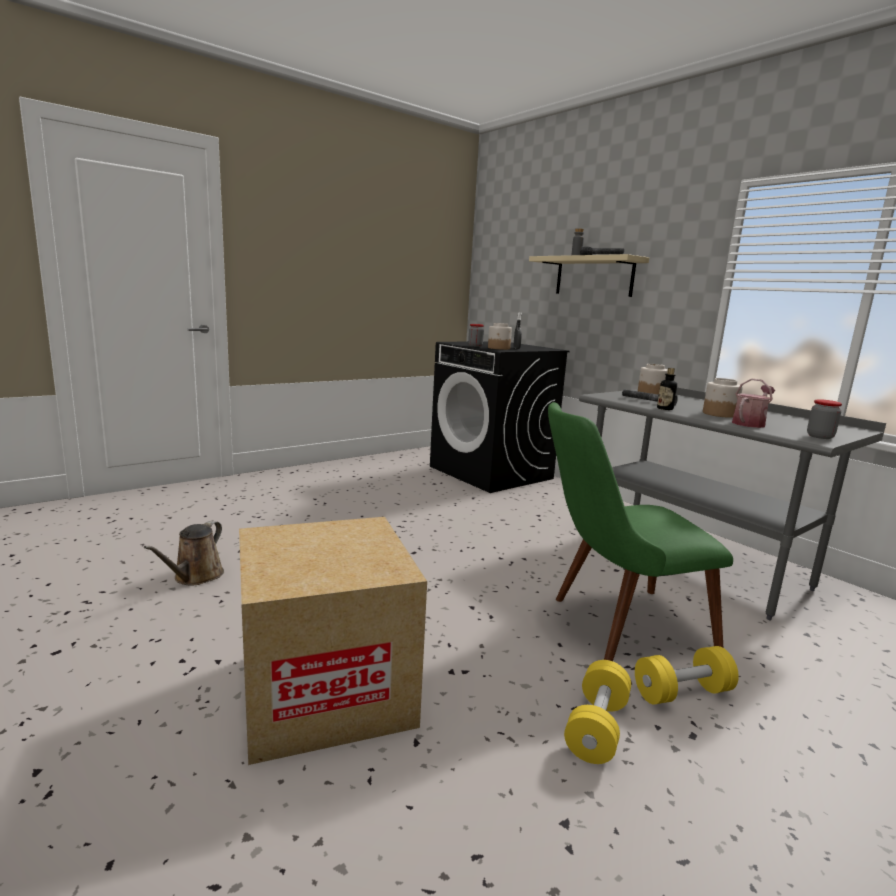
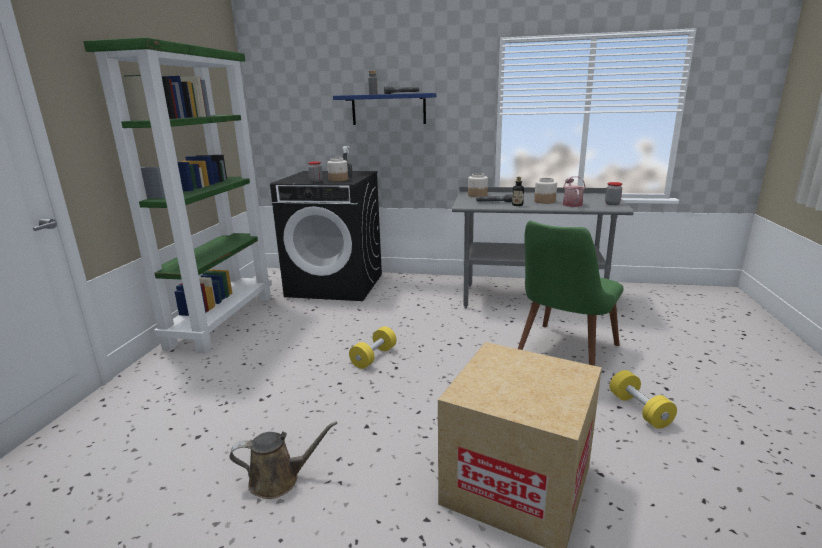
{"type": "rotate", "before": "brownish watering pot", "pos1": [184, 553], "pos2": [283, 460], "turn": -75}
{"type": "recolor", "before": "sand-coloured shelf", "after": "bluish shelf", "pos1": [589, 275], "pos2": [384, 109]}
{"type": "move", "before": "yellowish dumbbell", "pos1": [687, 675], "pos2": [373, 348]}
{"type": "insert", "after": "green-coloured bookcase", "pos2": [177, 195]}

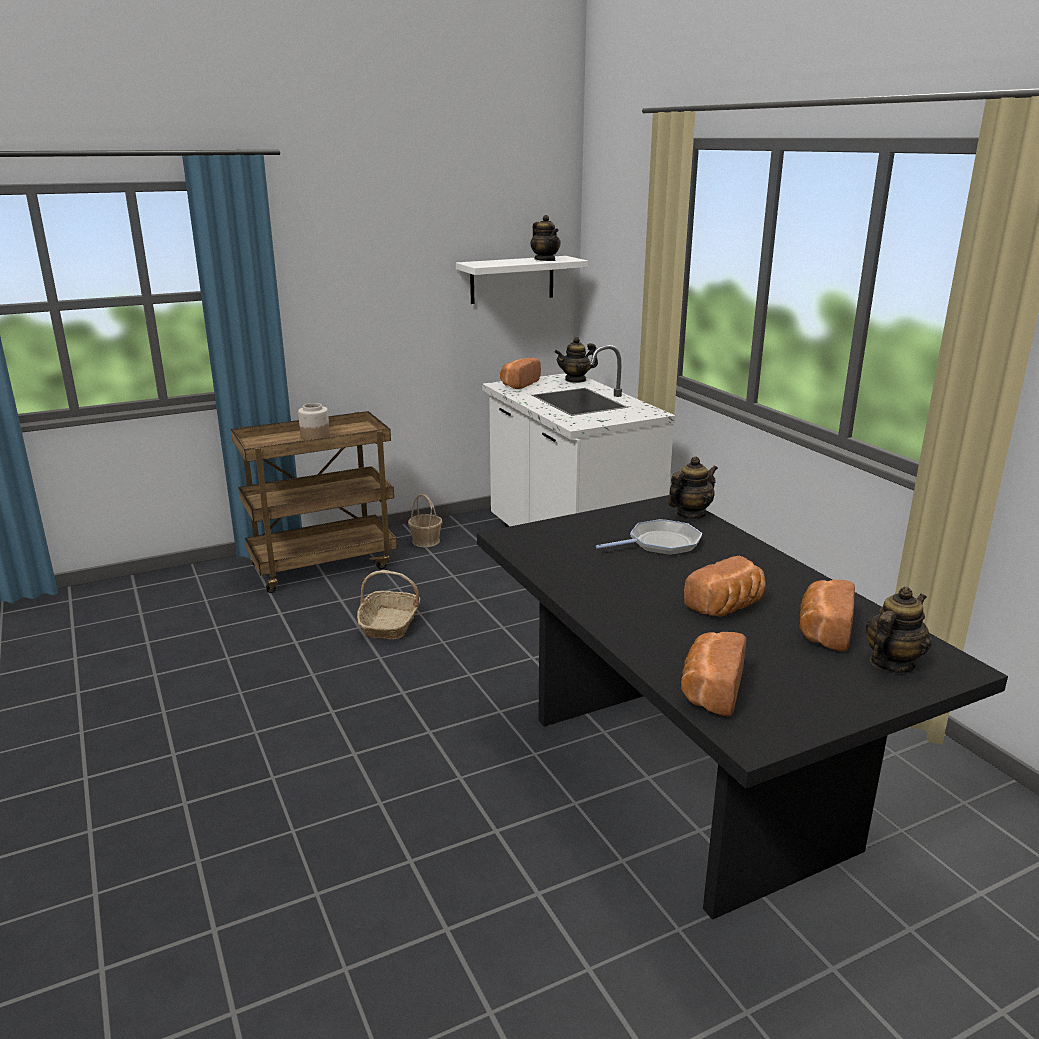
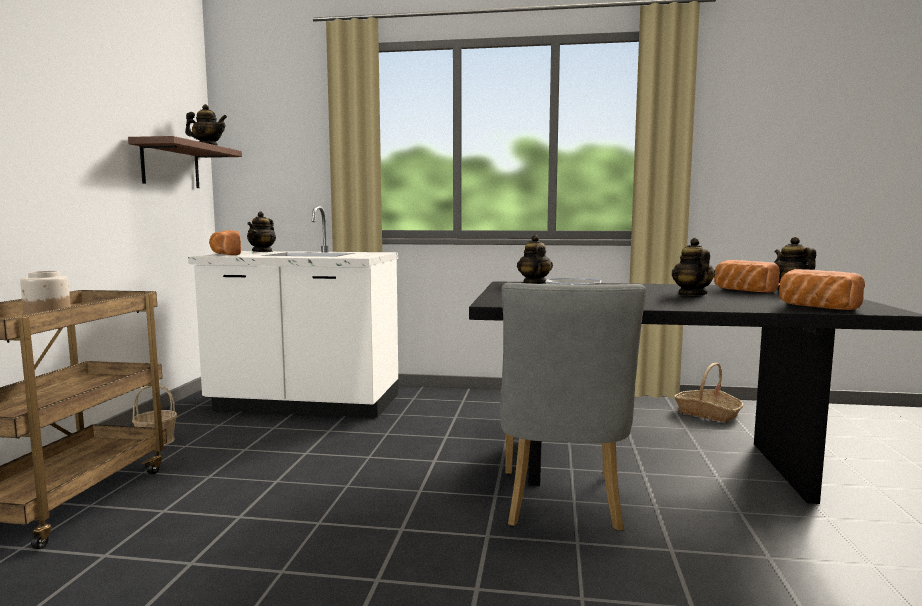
{"type": "move", "before": "household basket", "pos1": [388, 604], "pos2": [709, 392]}
{"type": "recolor", "before": "white shelf", "after": "brownish shelf", "pos1": [522, 280], "pos2": [185, 162]}
{"type": "replace", "before": "bakery bread", "after": "pot for tea", "pos1": [725, 586], "pos2": [693, 267]}
{"type": "insert", "after": "greyish plain chair", "pos2": [573, 407]}

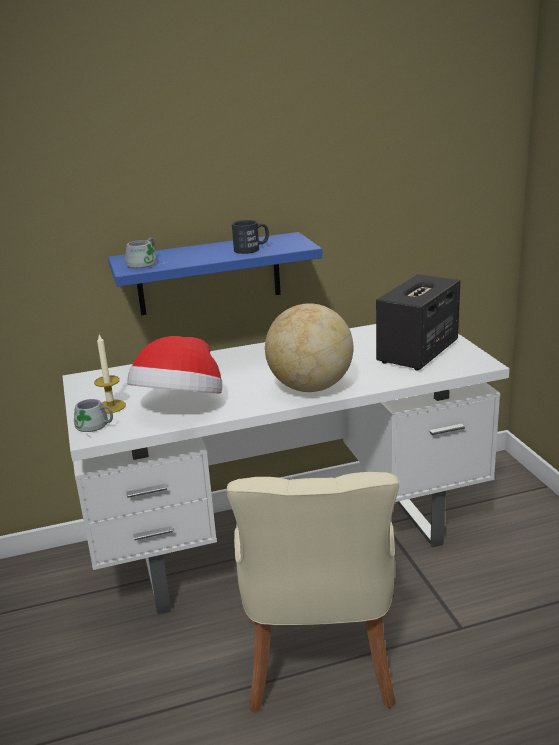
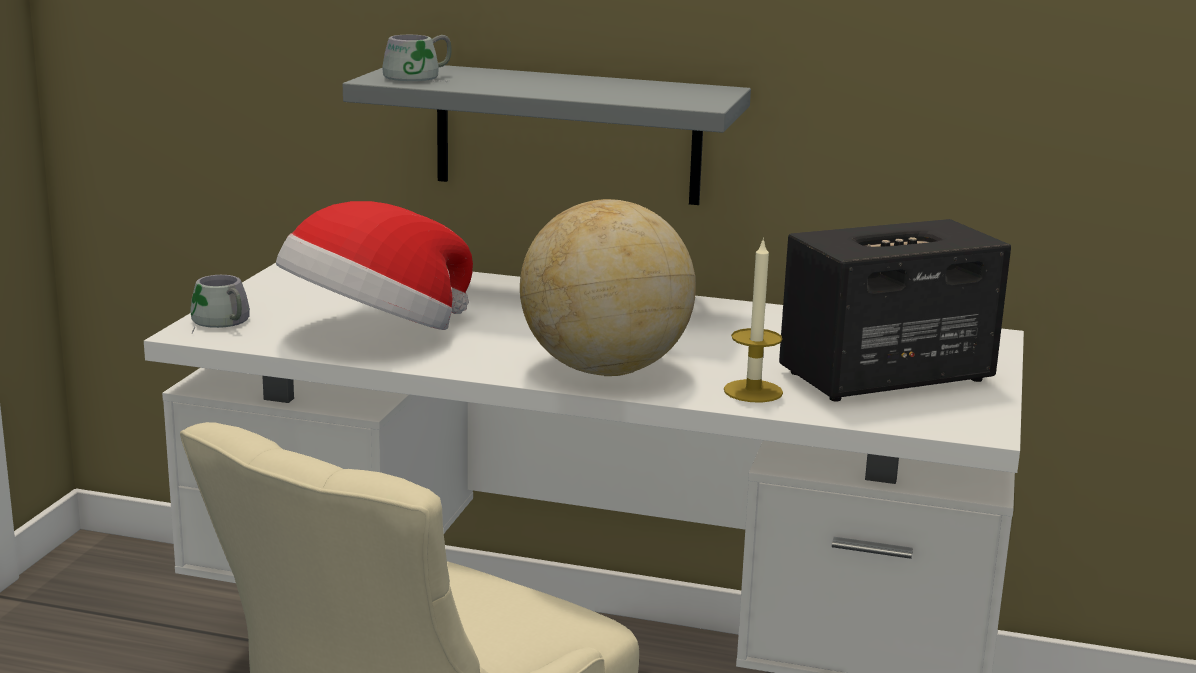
{"type": "move", "before": "wax light", "pos1": [110, 374], "pos2": [753, 319]}
{"type": "recolor", "before": "bluish shelf", "after": "greyish shelf", "pos1": [215, 273], "pos2": [547, 135]}
{"type": "delete", "before": "blackish mug", "pos1": [250, 237]}

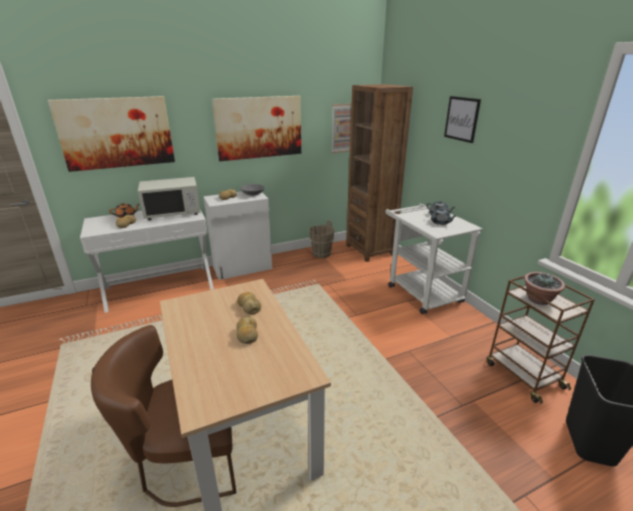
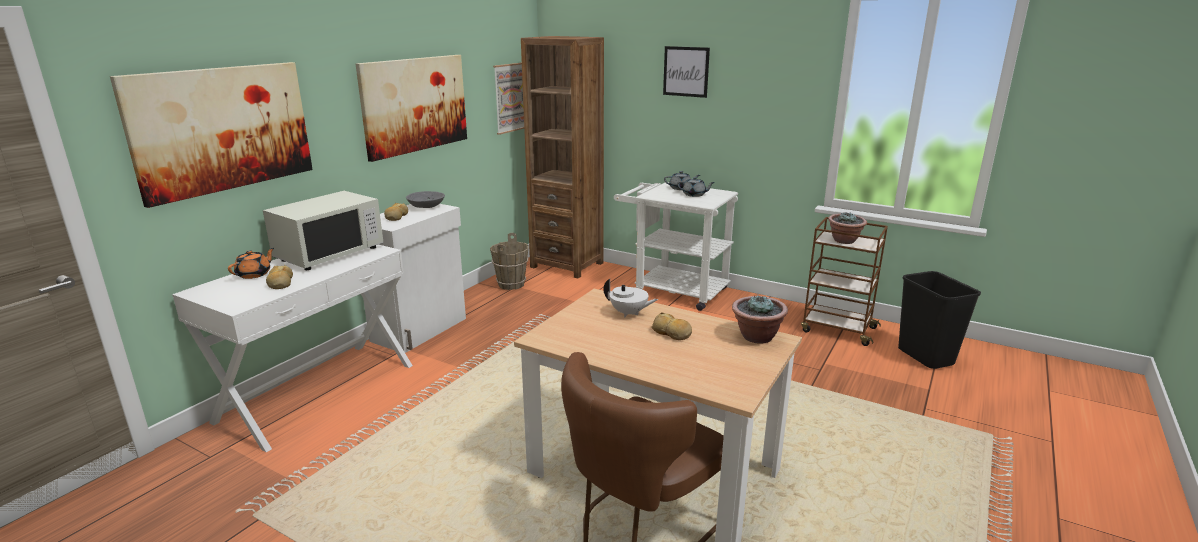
{"type": "replace", "before": "bakery bread", "after": "white pot for tea", "pos1": [249, 303], "pos2": [630, 298]}
{"type": "insert", "after": "potted plant", "pos2": [760, 319]}

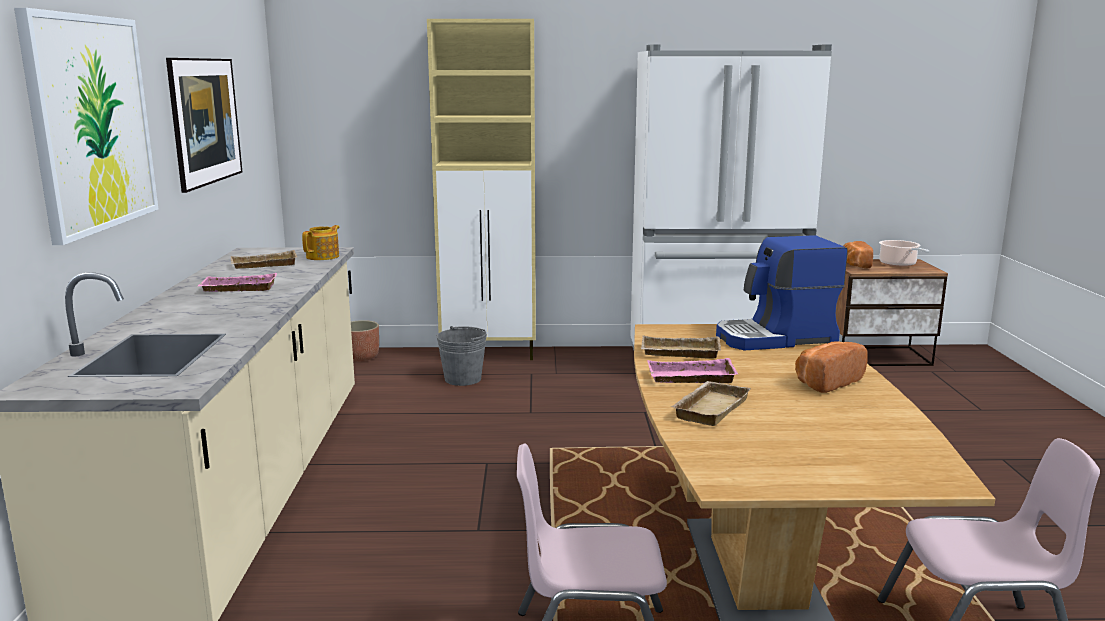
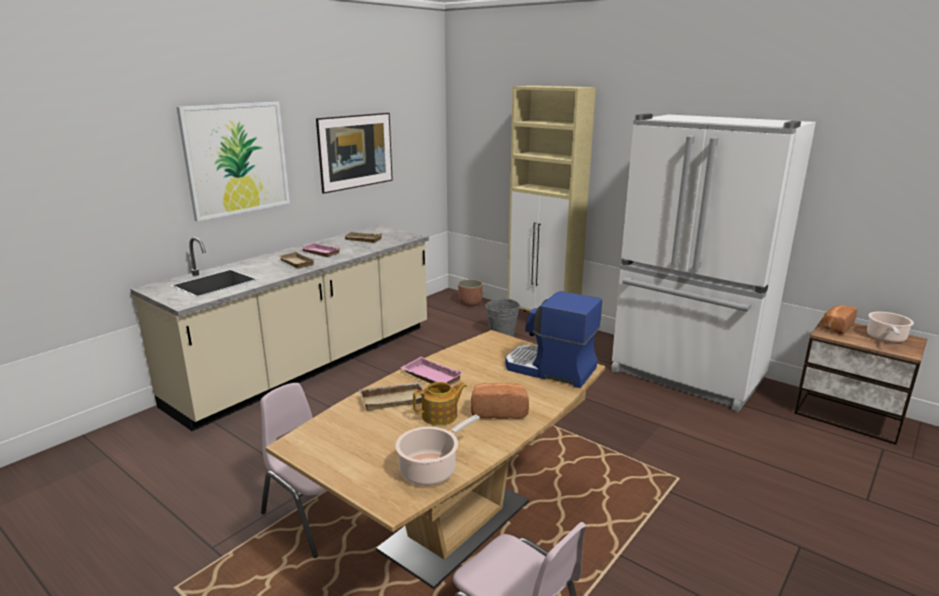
{"type": "move", "before": "pot for tea", "pos1": [320, 242], "pos2": [440, 403]}
{"type": "move", "before": "sand-coloured carrying tray", "pos1": [681, 347], "pos2": [295, 260]}
{"type": "insert", "after": "saucepot", "pos2": [437, 450]}

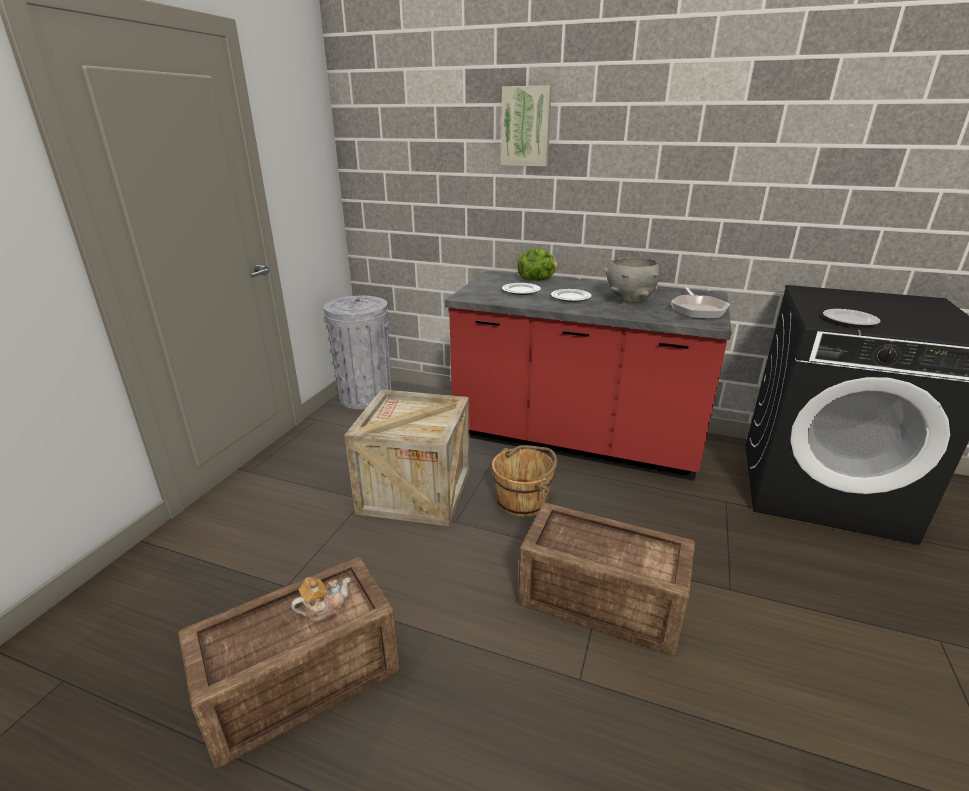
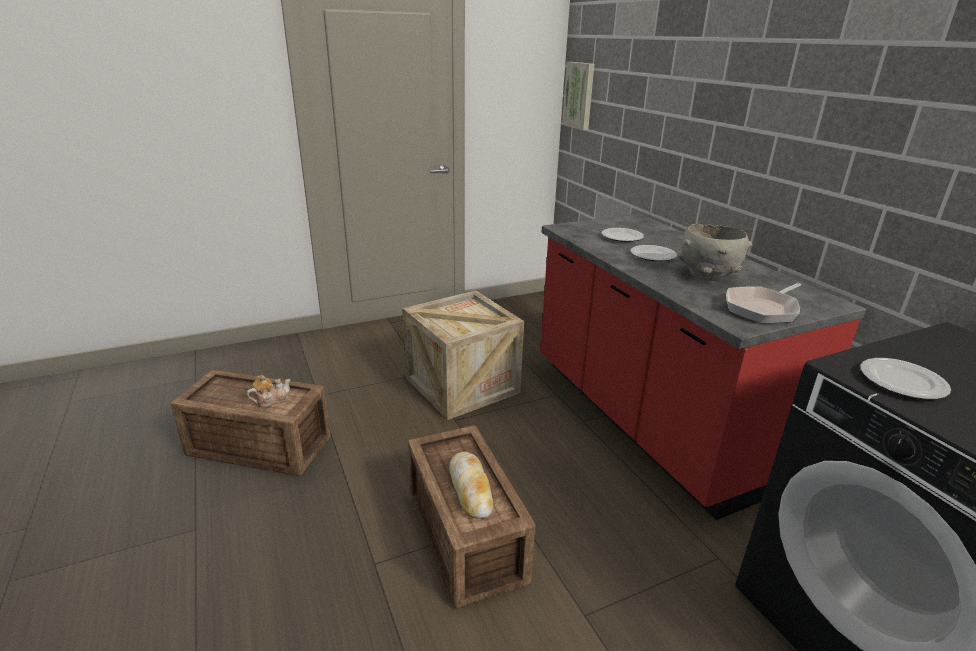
{"type": "rotate", "before": "pot for tea", "pos1": [320, 599], "pos2": [269, 391], "turn": -45}
{"type": "delete", "before": "greyish rubbish bin", "pos1": [357, 352]}
{"type": "delete", "before": "brownish water bucket", "pos1": [525, 481]}
{"type": "move", "before": "wall picture", "pos1": [526, 125], "pos2": [578, 96]}
{"type": "delete", "before": "head of lettuce", "pos1": [537, 264]}
{"type": "insert", "after": "bakery bread", "pos2": [471, 485]}

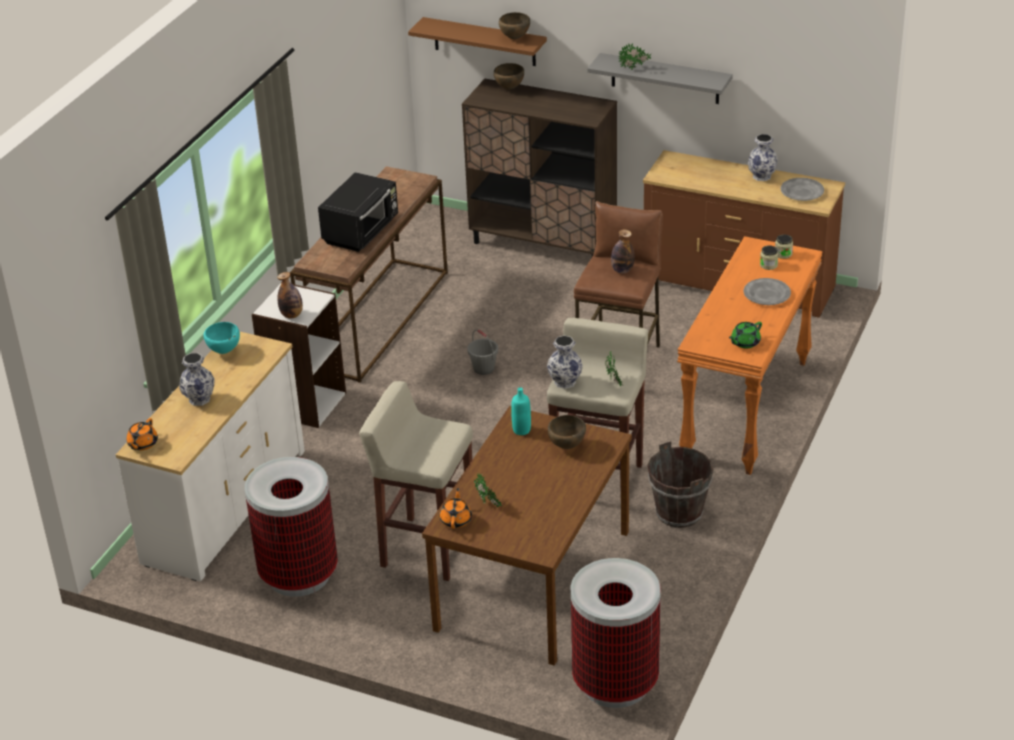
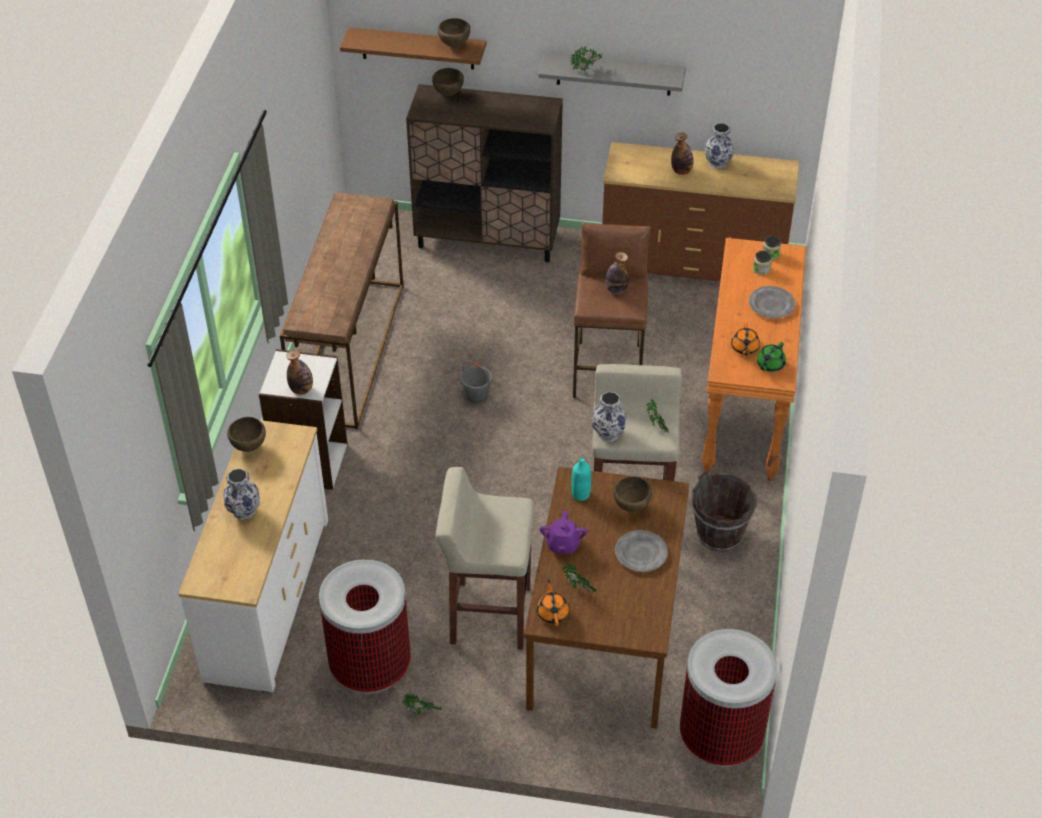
{"type": "move", "before": "orange pot for tea", "pos1": [142, 434], "pos2": [745, 339]}
{"type": "recolor", "before": "turquoise deep dish", "after": "brownish deep dish", "pos1": [222, 338], "pos2": [246, 434]}
{"type": "delete", "before": "blackish microwave", "pos1": [358, 212]}
{"type": "move", "before": "greyish dinner plate", "pos1": [802, 189], "pos2": [641, 551]}
{"type": "insert", "after": "potted plant", "pos2": [422, 704]}
{"type": "insert", "after": "purple-coloured pot for tea", "pos2": [563, 532]}
{"type": "insert", "after": "bottle", "pos2": [682, 154]}

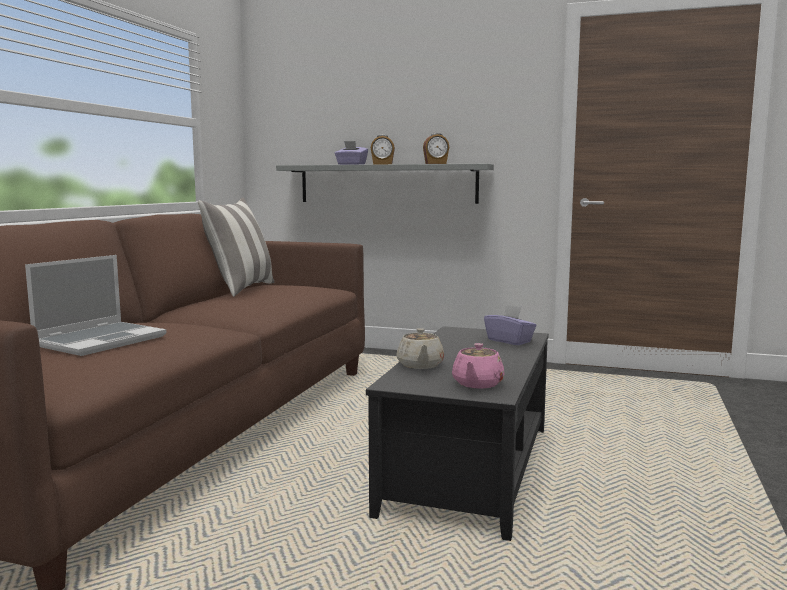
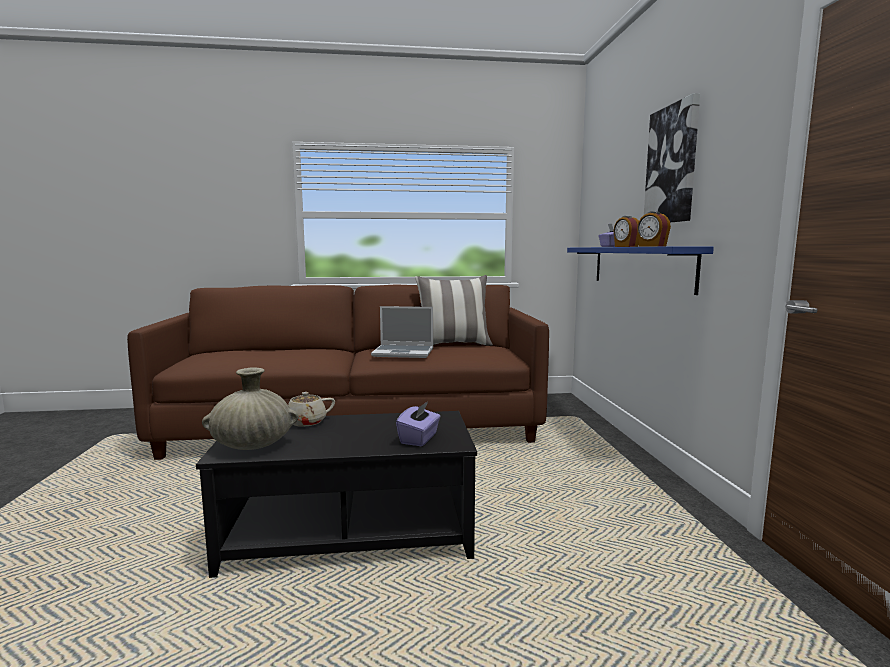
{"type": "move", "before": "portable computer", "pos1": [95, 305], "pos2": [402, 332]}
{"type": "recolor", "before": "greyish shelf", "after": "bluish shelf", "pos1": [385, 184], "pos2": [640, 270]}
{"type": "replace", "before": "pink pot for tea", "after": "sand-coloured decorative vase", "pos1": [478, 366], "pos2": [250, 409]}
{"type": "insert", "after": "wall picture", "pos2": [672, 158]}

